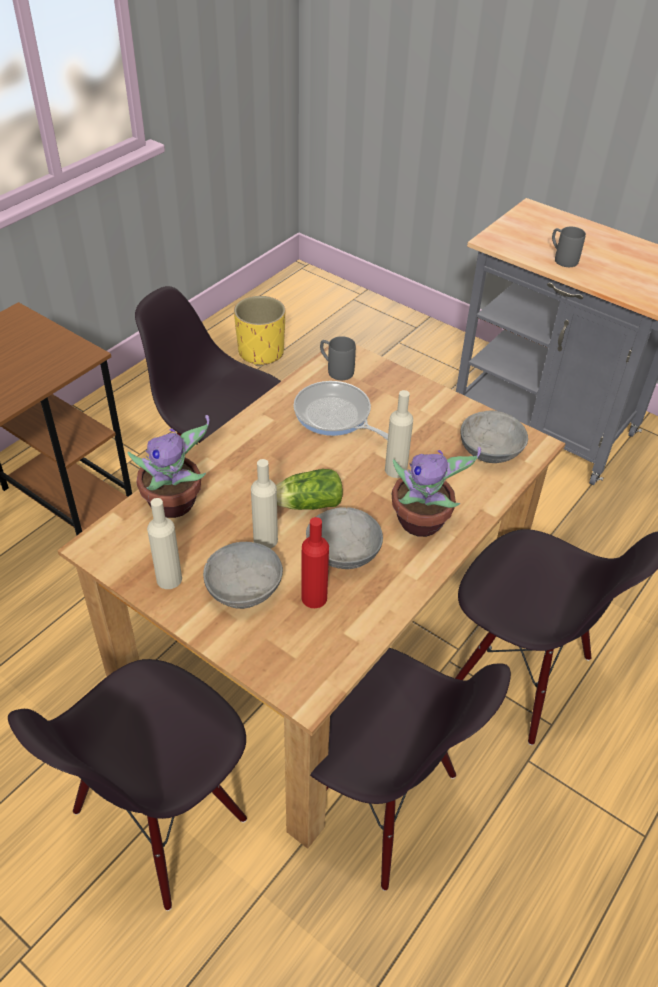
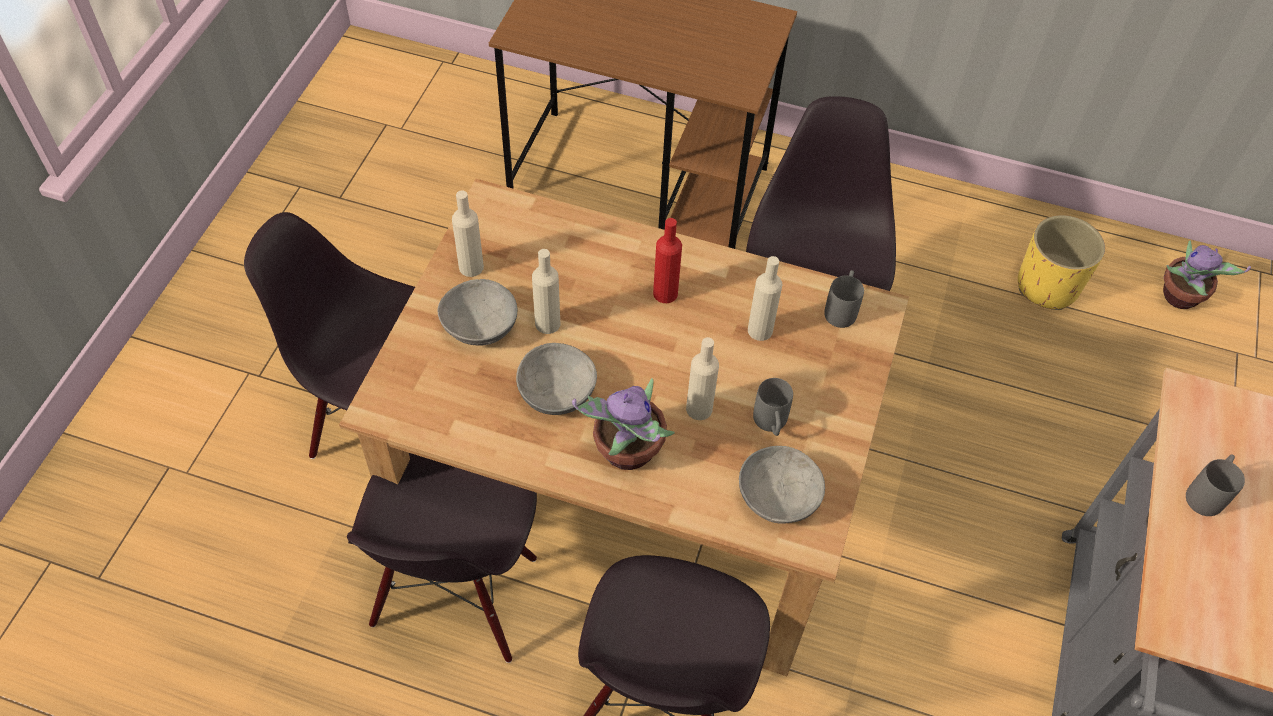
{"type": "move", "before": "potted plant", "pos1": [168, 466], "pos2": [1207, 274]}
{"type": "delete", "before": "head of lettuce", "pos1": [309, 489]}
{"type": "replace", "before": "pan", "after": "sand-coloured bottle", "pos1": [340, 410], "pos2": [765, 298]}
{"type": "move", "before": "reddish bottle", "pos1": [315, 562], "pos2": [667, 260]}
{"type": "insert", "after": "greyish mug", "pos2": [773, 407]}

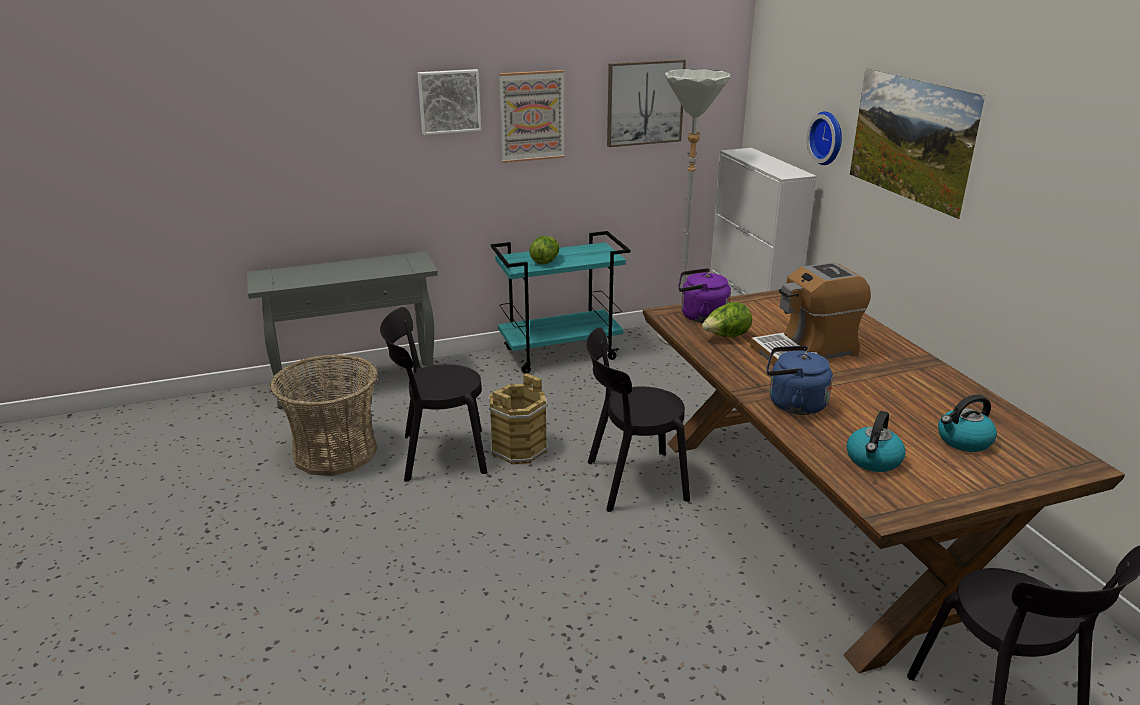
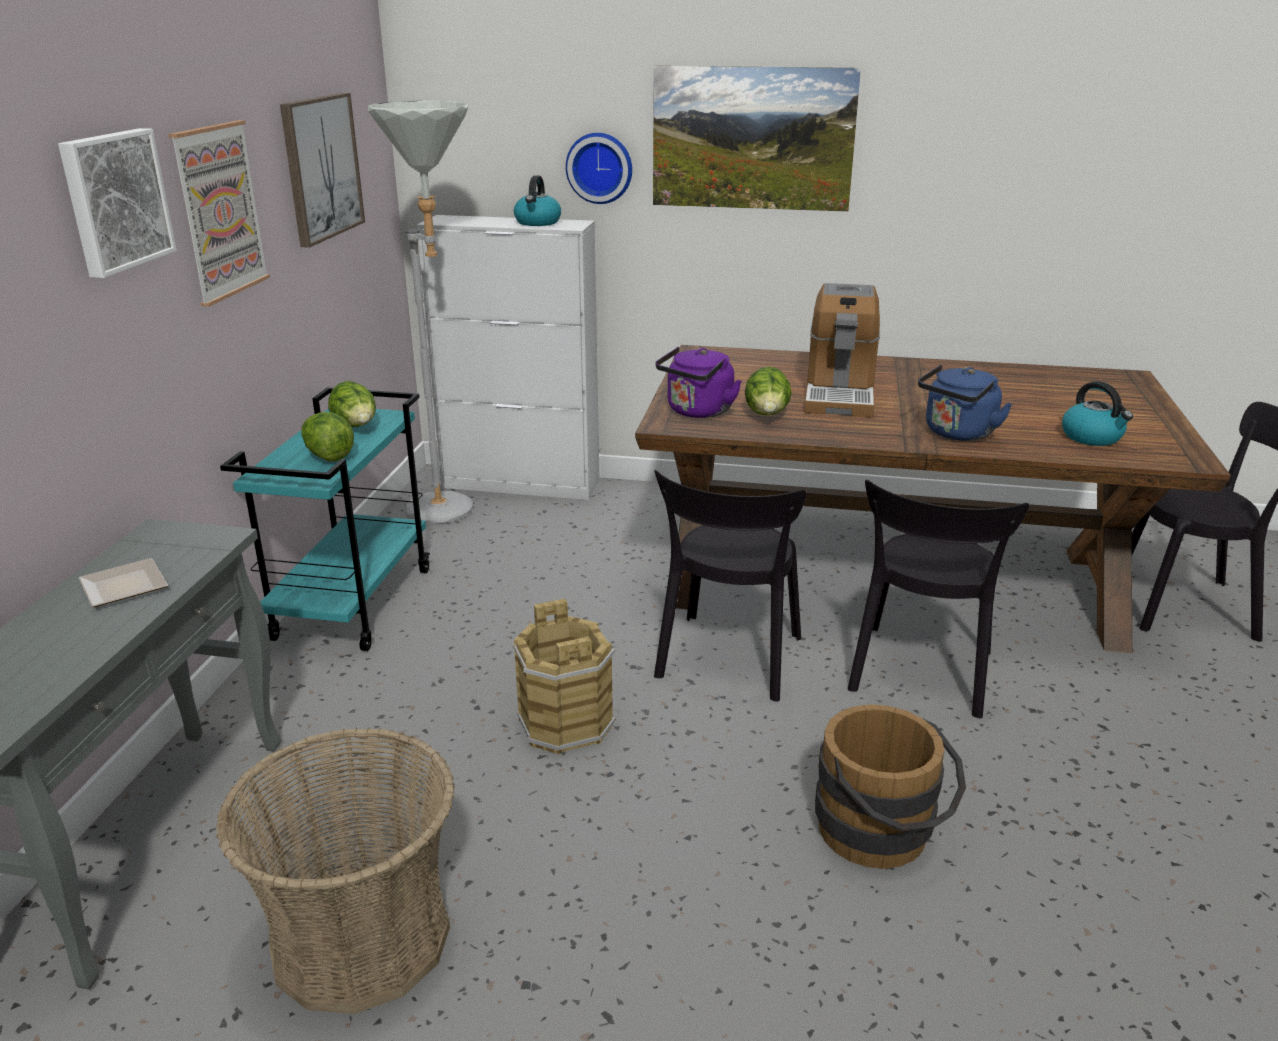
{"type": "move", "before": "blackish plain chair", "pos1": [433, 394], "pos2": [938, 599]}
{"type": "move", "before": "kettle", "pos1": [967, 423], "pos2": [537, 200]}
{"type": "insert", "after": "dinner plate", "pos2": [123, 582]}
{"type": "insert", "after": "head of lettuce", "pos2": [352, 404]}
{"type": "insert", "after": "brownish water bucket", "pos2": [890, 786]}

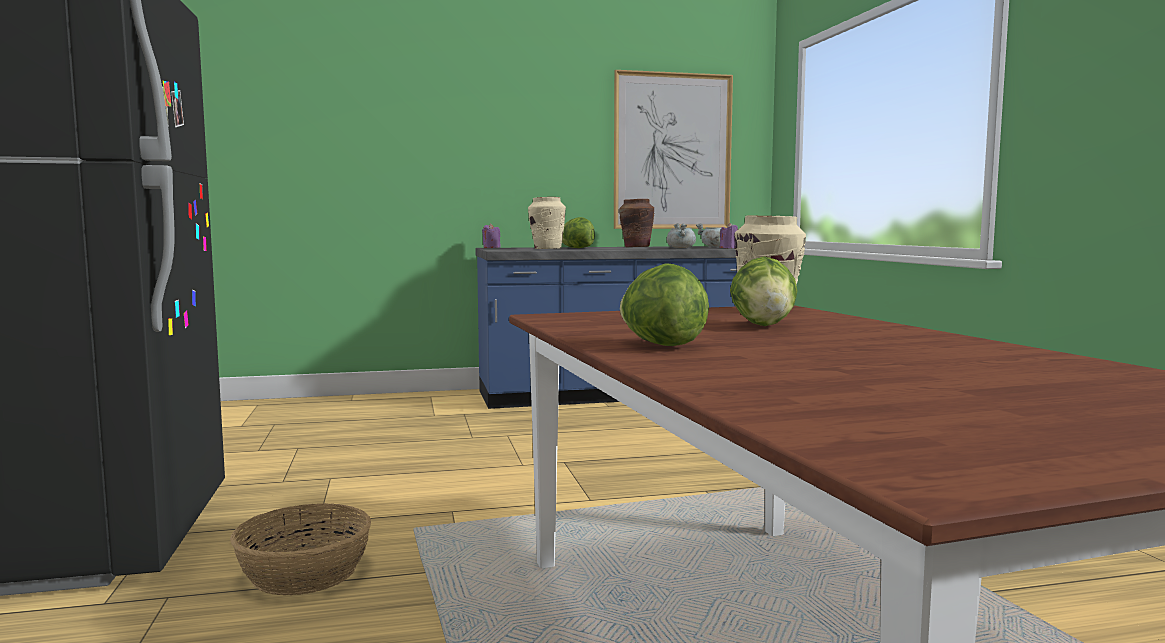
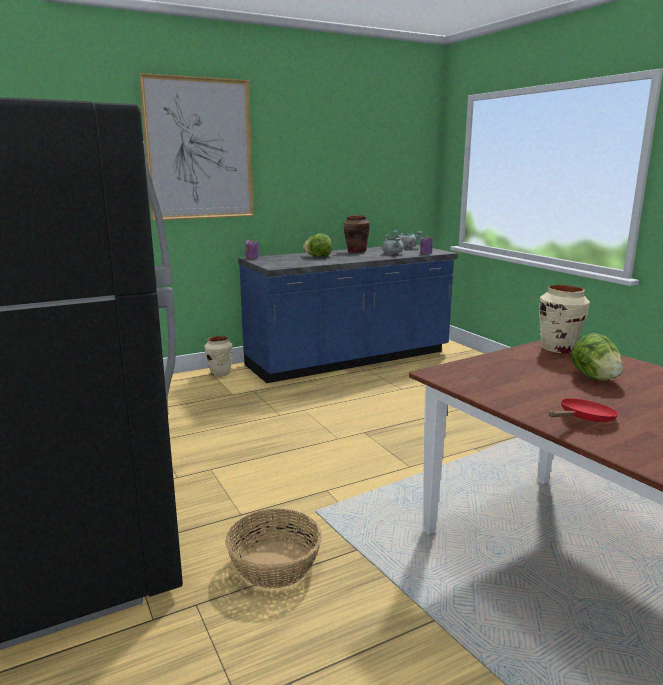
{"type": "move", "before": "sand-coloured decorative vase", "pos1": [547, 223], "pos2": [219, 356]}
{"type": "move", "before": "wall picture", "pos1": [673, 149], "pos2": [196, 147]}
{"type": "replace", "before": "head of lettuce", "after": "reddish pan", "pos1": [664, 304], "pos2": [583, 410]}

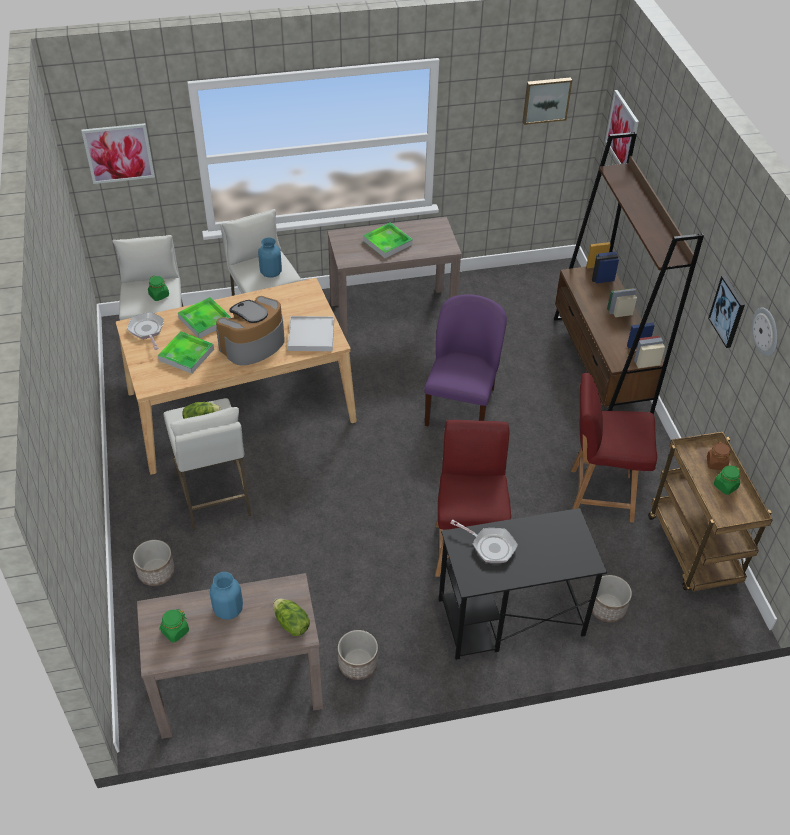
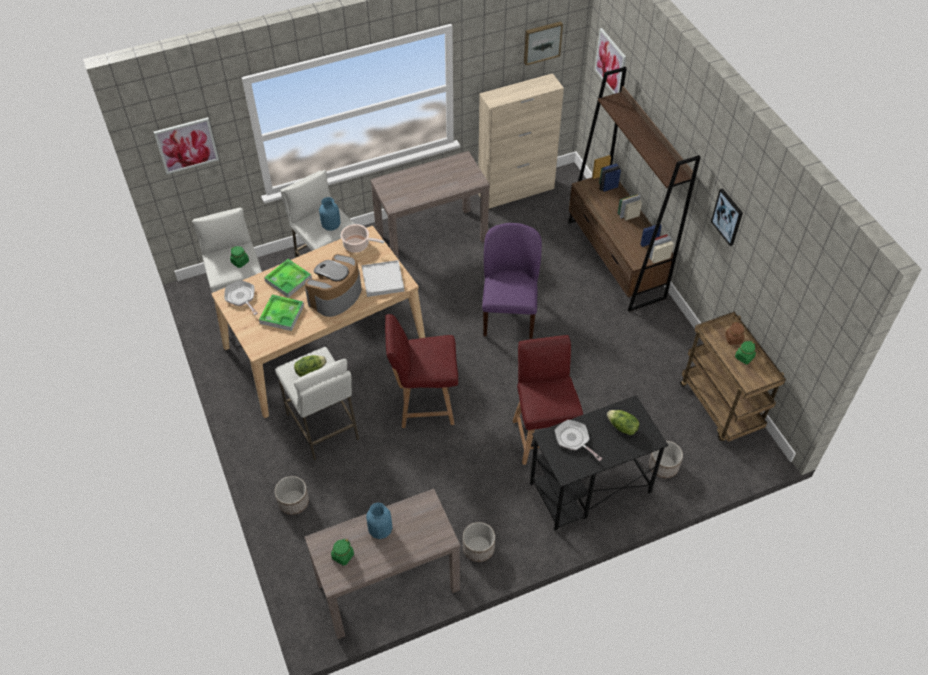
{"type": "move", "before": "head of lettuce", "pos1": [291, 617], "pos2": [623, 422]}
{"type": "delete", "before": "carrying tray", "pos1": [388, 240]}
{"type": "rotate", "before": "pan", "pos1": [484, 541], "pos2": [578, 440], "turn": -150}
{"type": "move", "before": "reddish plain chair", "pos1": [614, 448], "pos2": [421, 371]}
{"type": "delete", "before": "hanging clock", "pos1": [765, 332]}
{"type": "insert", "after": "saucepot", "pos2": [363, 238]}
{"type": "insert", "after": "sand-coloured storage cabinet", "pos2": [521, 140]}

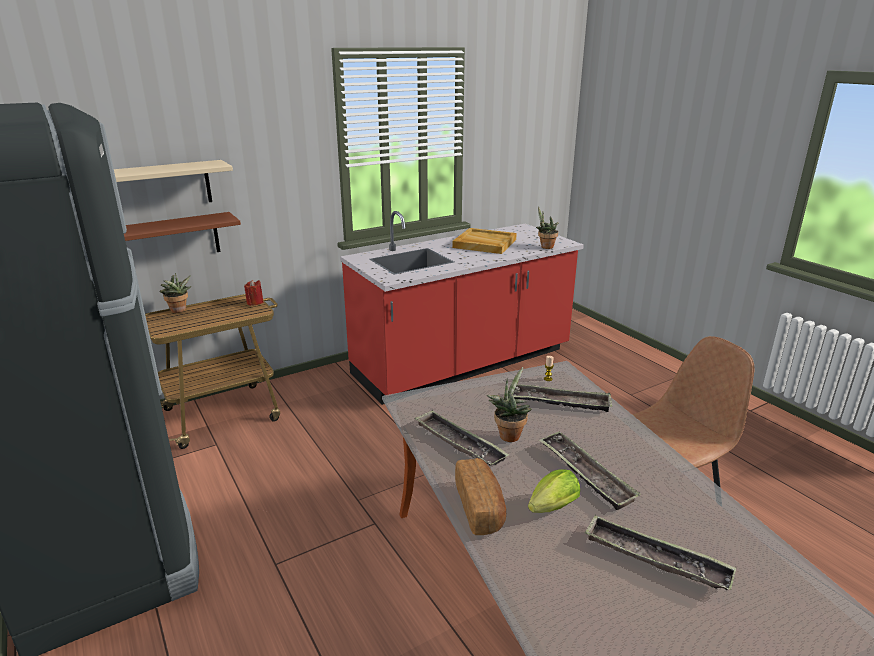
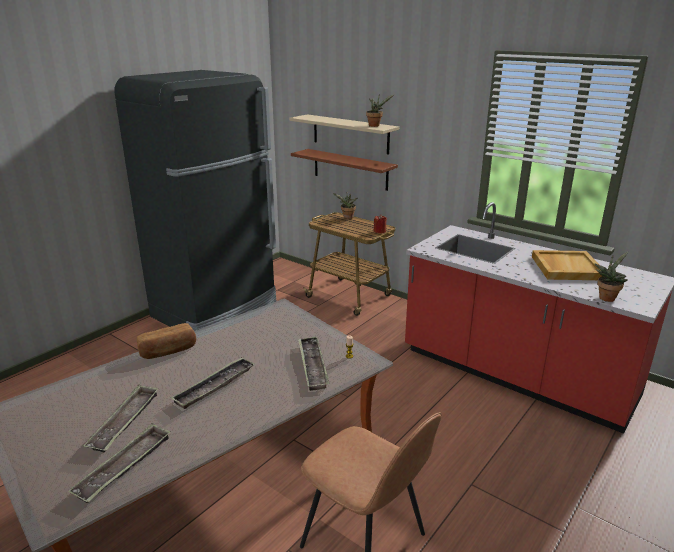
{"type": "move", "before": "carrying tray", "pos1": [461, 438], "pos2": [119, 463]}
{"type": "move", "before": "potted plant", "pos1": [509, 404], "pos2": [380, 110]}
{"type": "delete", "before": "head of lettuce", "pos1": [554, 491]}

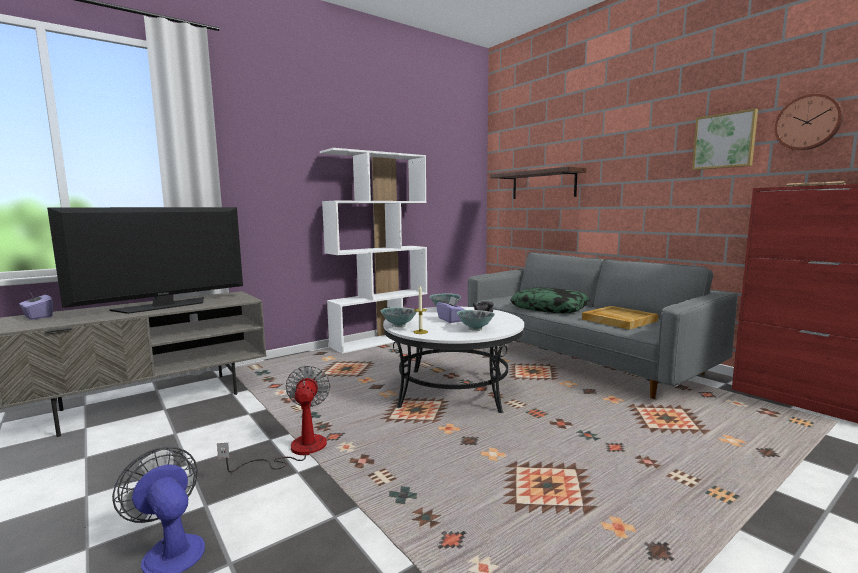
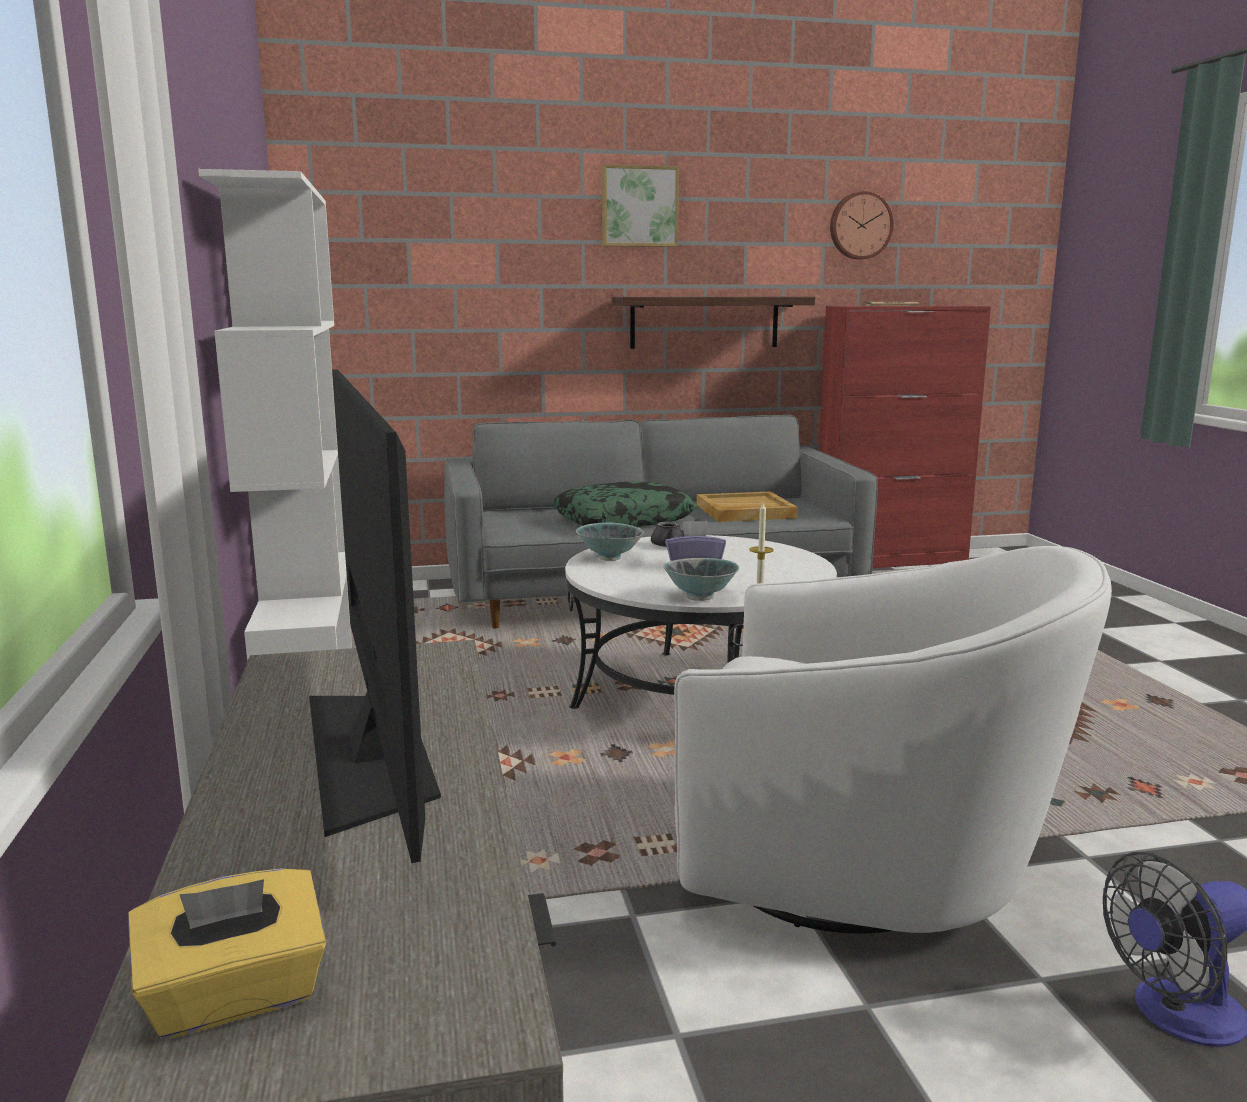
{"type": "recolor", "before": "purple-coloured tissue holder", "after": "yellowish tissue holder", "pos1": [36, 305], "pos2": [227, 954]}
{"type": "replace", "before": "electric fan", "after": "white lounge chair", "pos1": [274, 419], "pos2": [893, 740]}
{"type": "delete", "before": "deep dish", "pos1": [476, 320]}
{"type": "move", "before": "shelf", "pos1": [538, 183], "pos2": [713, 322]}
{"type": "move", "before": "wall picture", "pos1": [725, 139], "pos2": [640, 205]}

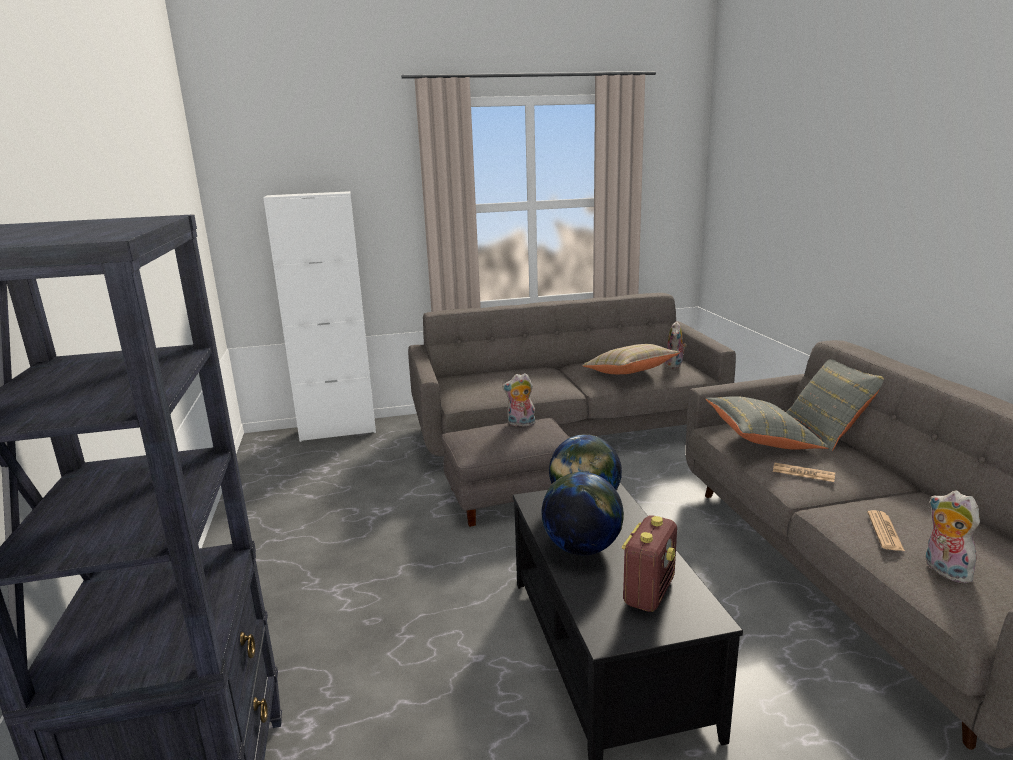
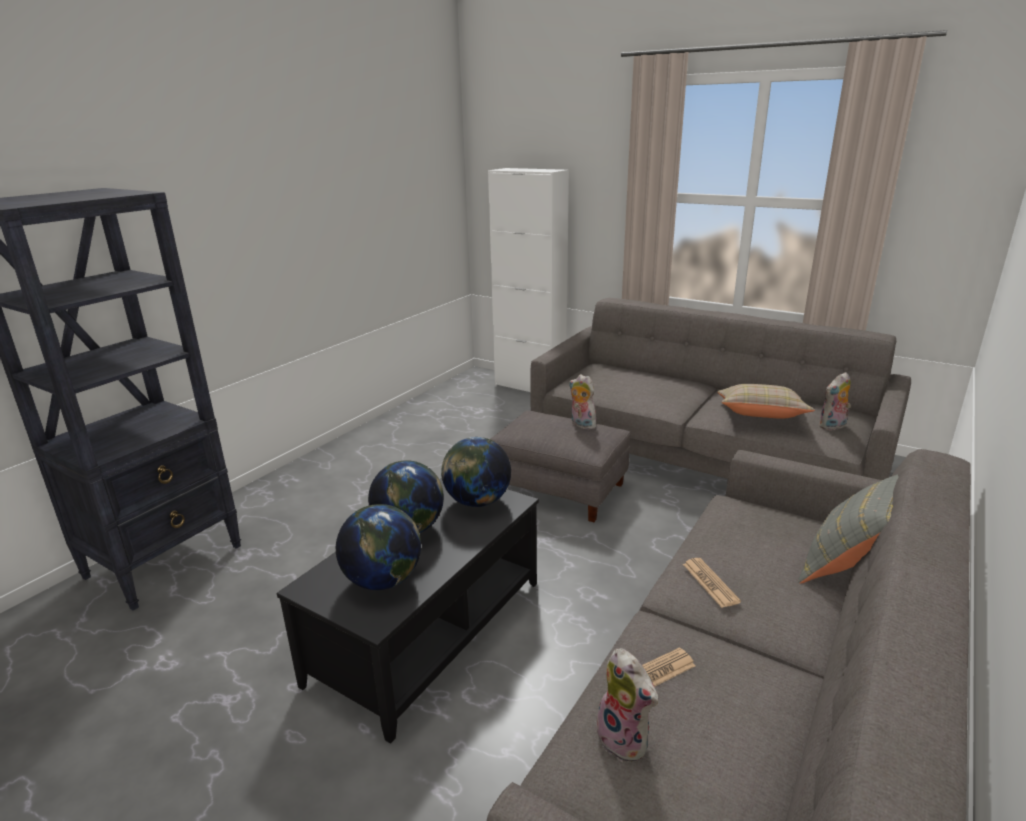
{"type": "replace", "before": "radio set", "after": "globe", "pos1": [649, 563], "pos2": [378, 547]}
{"type": "delete", "before": "greyish cushion", "pos1": [767, 423]}
{"type": "rotate", "before": "plush toy", "pos1": [953, 536], "pos2": [627, 705], "turn": 120}

